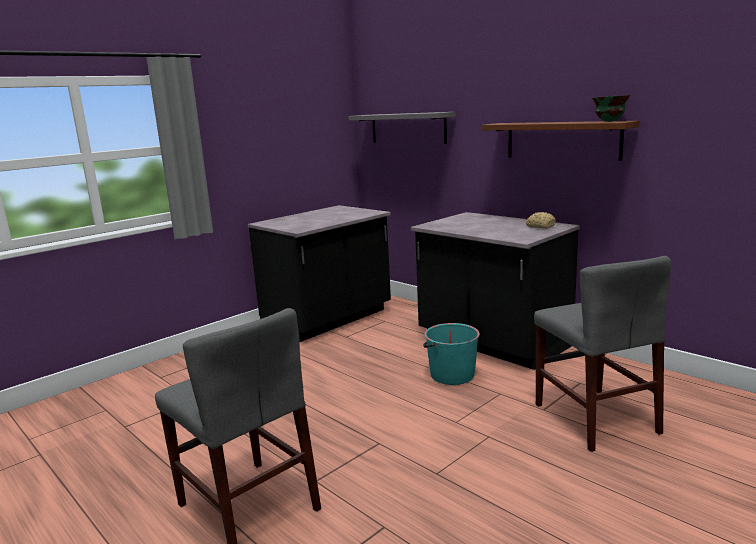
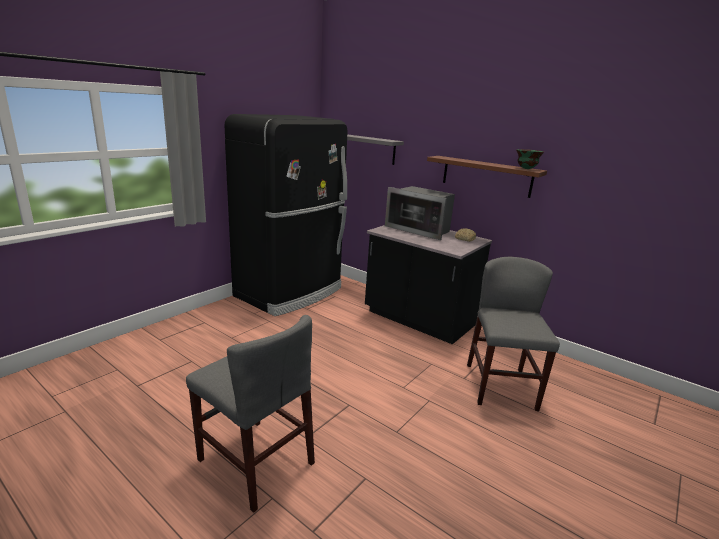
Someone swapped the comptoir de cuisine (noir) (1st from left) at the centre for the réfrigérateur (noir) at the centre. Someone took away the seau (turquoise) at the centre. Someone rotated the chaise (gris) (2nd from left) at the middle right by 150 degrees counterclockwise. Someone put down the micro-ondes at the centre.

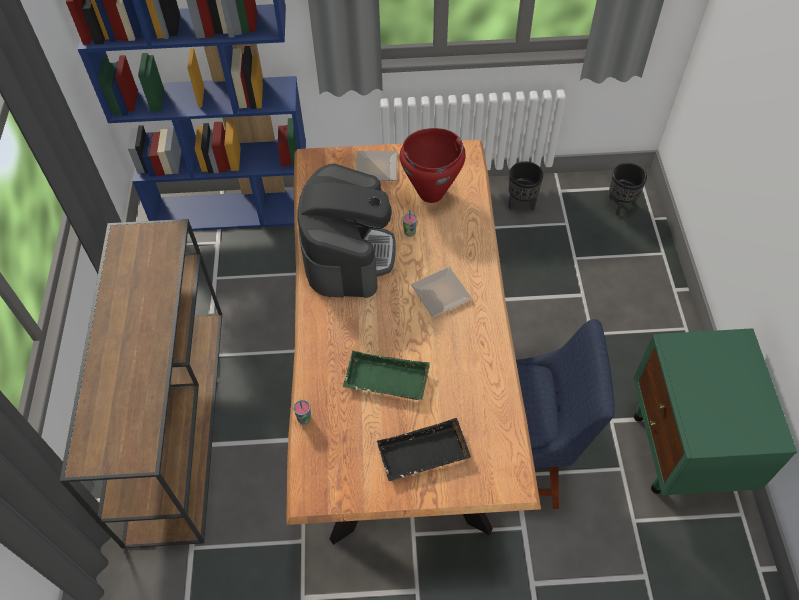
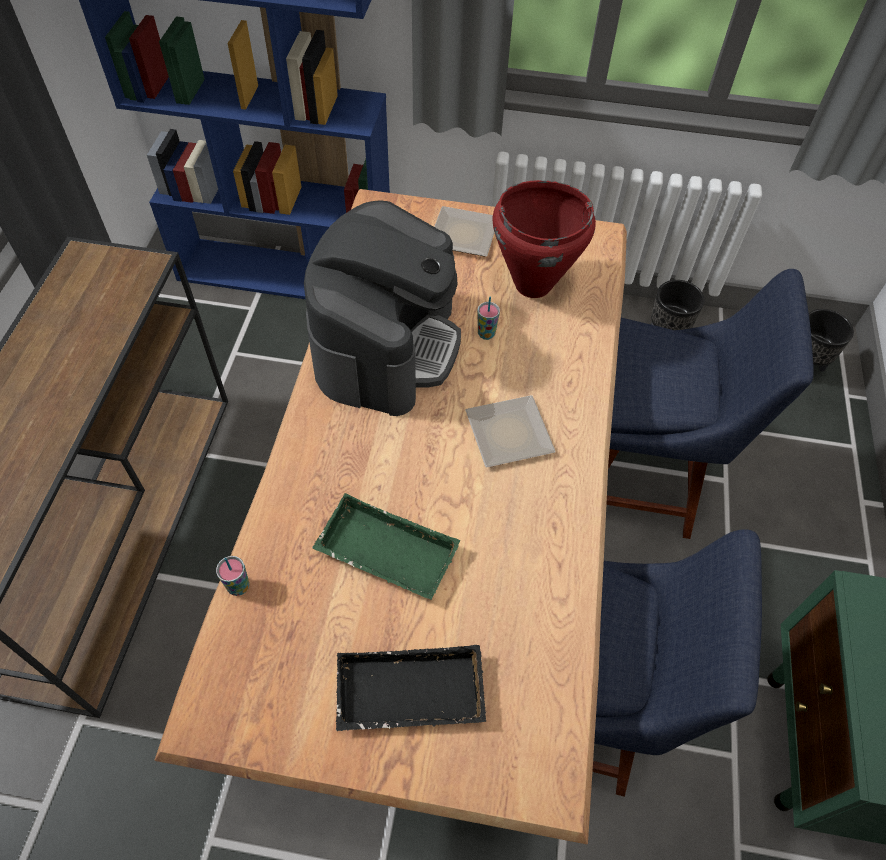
Someone put down the chaise (bleu) (2nd from left) at the middle right.

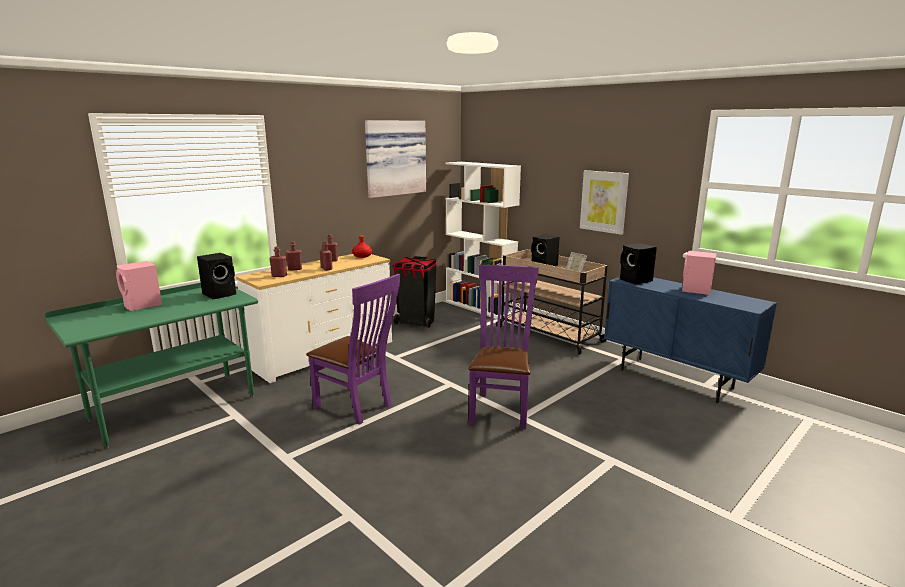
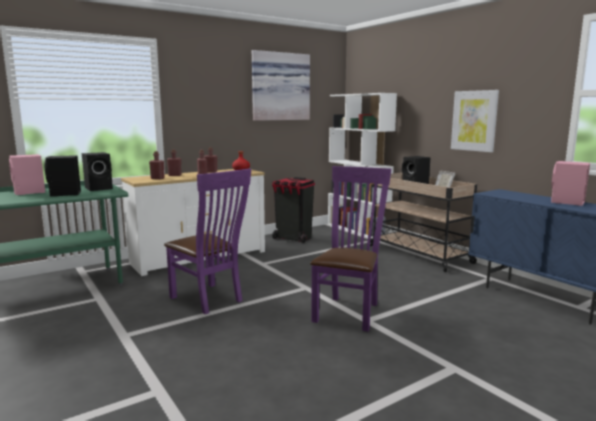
Someone carried the enceinte (noir) (3rd from left in the first image) from the middle right to the middle left.

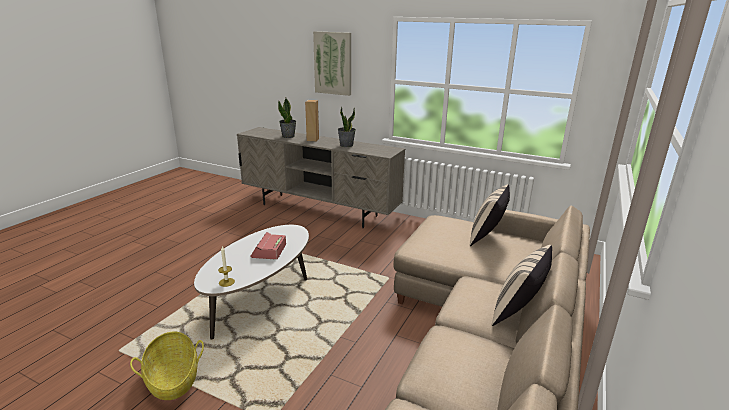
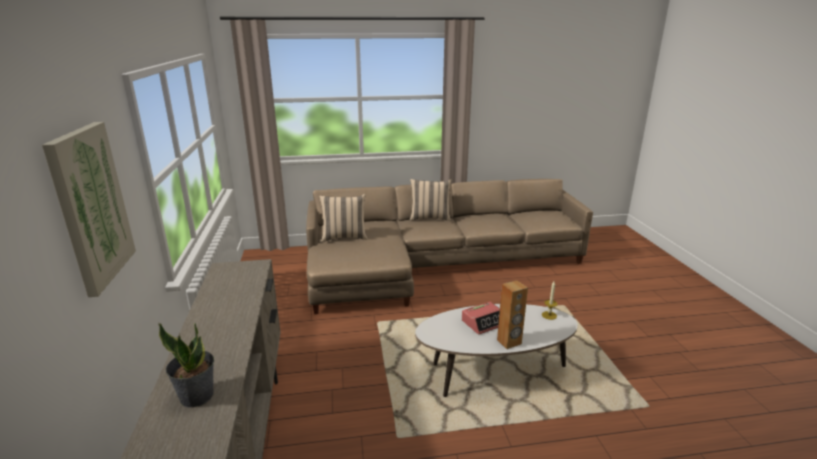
Someone took away the panier at the bottom left. Someone carried the enceinte (marron) from the top centre to the bottom centre. Someone took away the plante en pot (2nd from left) at the top centre.

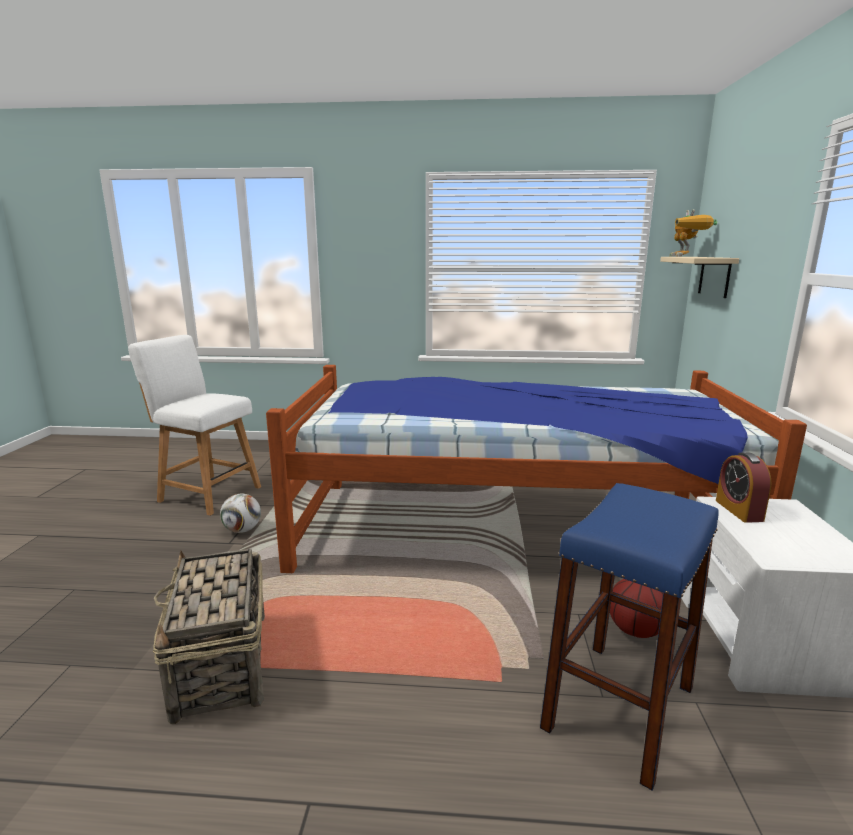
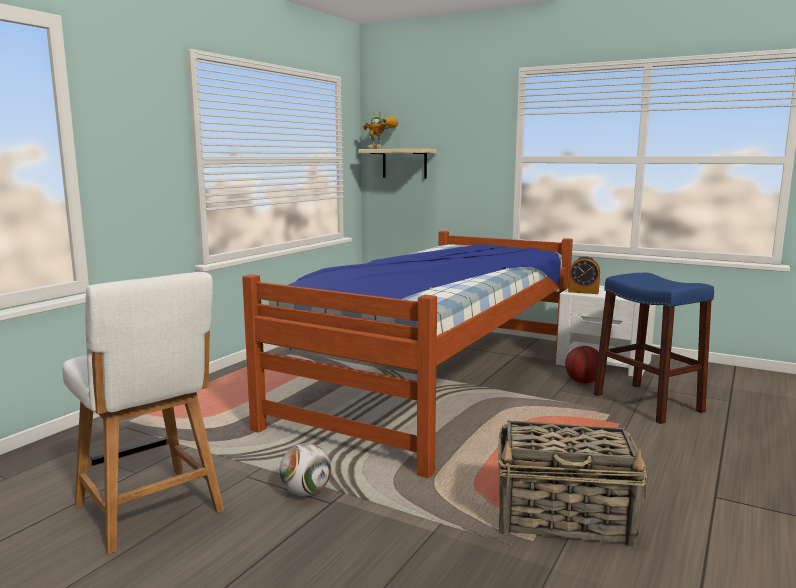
Someone rotated the chaise (blanc) at the middle left by 90 degrees counterclockwise.

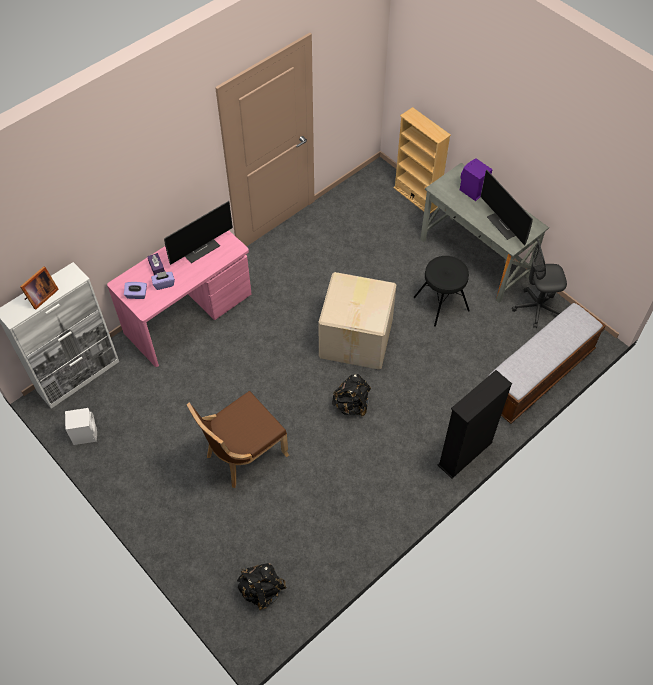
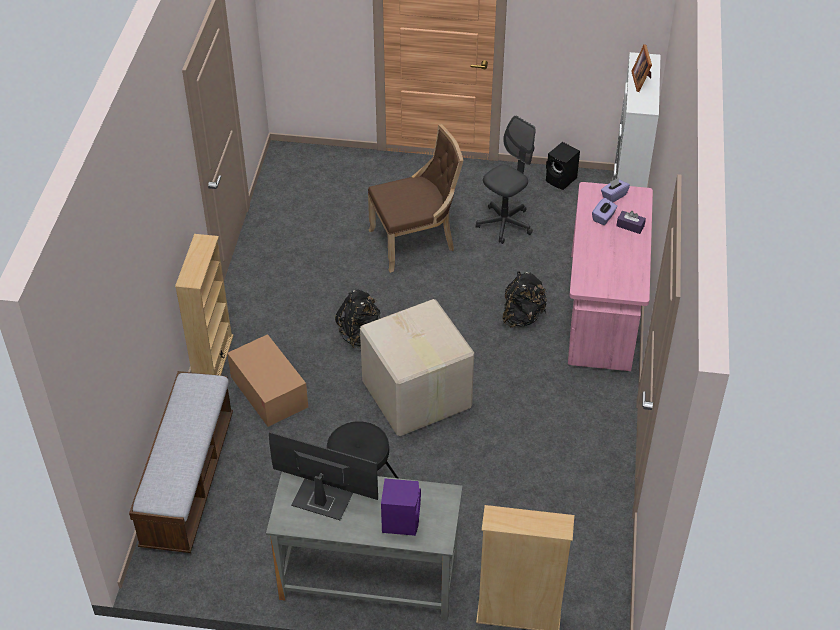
Someone repainted the enceinte (blanc) at the middle left, which became the enceinte (noir) at the top right. Someone took away the écran d'ordinateur (1st from left) at the middle left. Someone rotated the chaise (marron) at the centre by 60 degrees clockwise. Someone carried the sac à dos (noir) (1st from left in the first image) from the bottom centre to the centre. Someone repainted the bibliothèque (noir) at the middle right, which became the bibliothèque (beige) (1st from left) at the middle left. Someone carried the chaise de bureau (gris) from the middle right to the top centre. Someone put down the carton (1st from left) at the middle left.

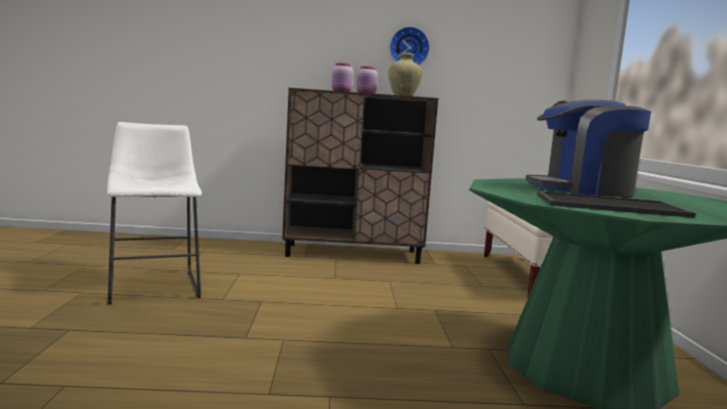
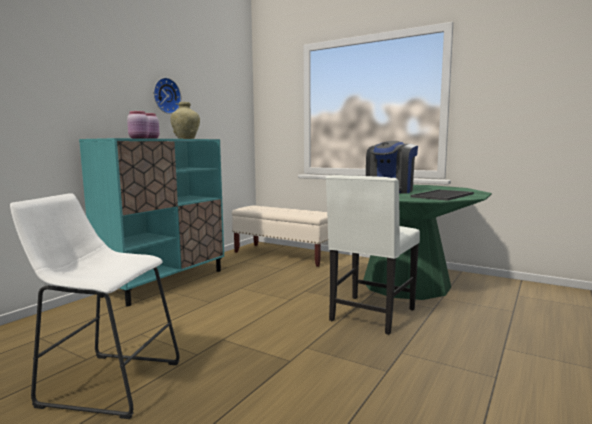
Someone repainted the meuble de rangement (marron) at the centre, which became the meuble de rangement (turquoise) at the middle left. Someone put down the chaise (blanc) at the centre.

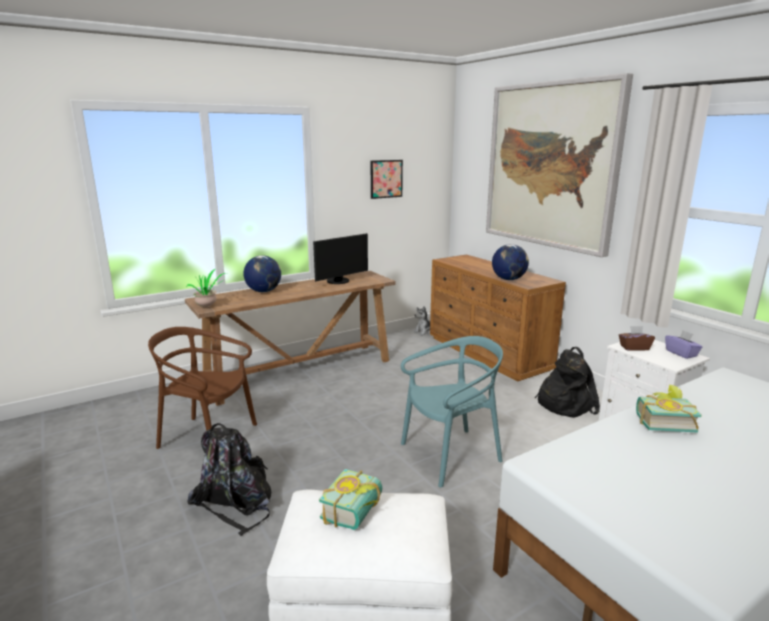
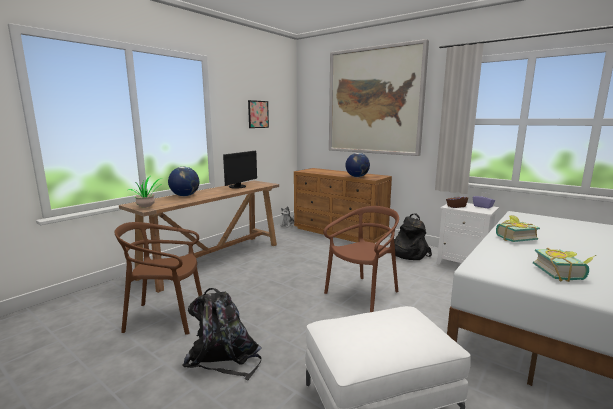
Someone carried the livre (1st from left in the first image) from the bottom centre to the middle right. Someone repainted the chaise (turquoise) at the centre, which became the chaise (marron) (2nd from left) at the centre.

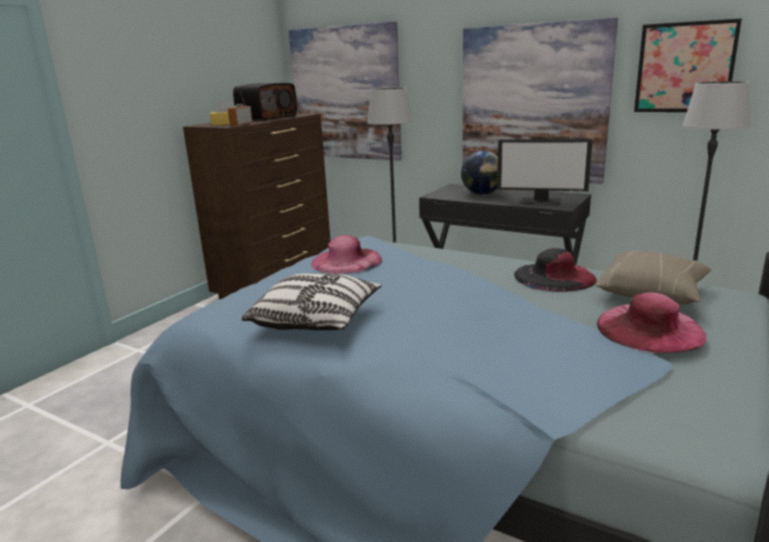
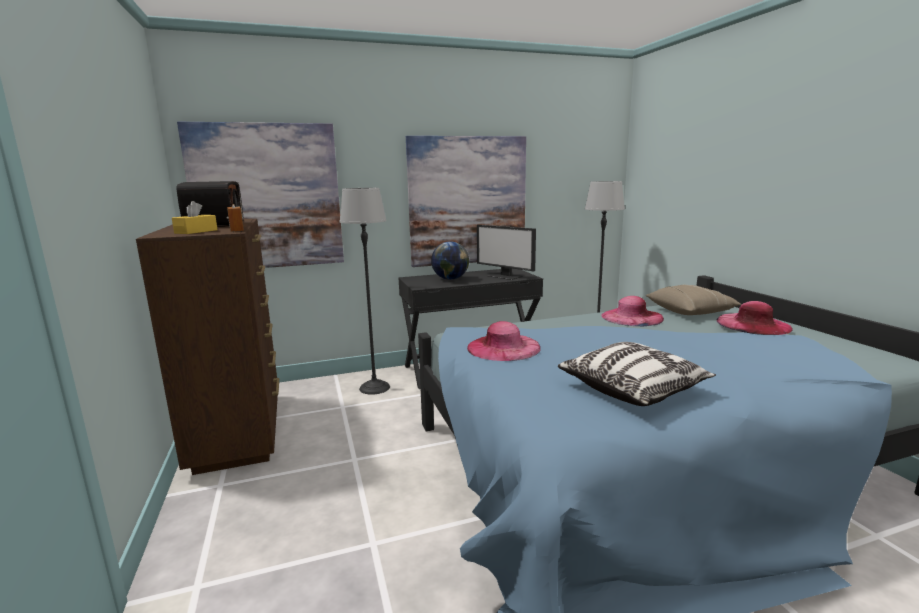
Someone rotated the écran d'ordinateur at the top right by 75 degrees clockwise. Someone repainted the chapeau (noir) at the middle right, which became the chapeau (rose) (2nd from left) at the middle right. Someone took away the tableau (3rd from left) at the top right.

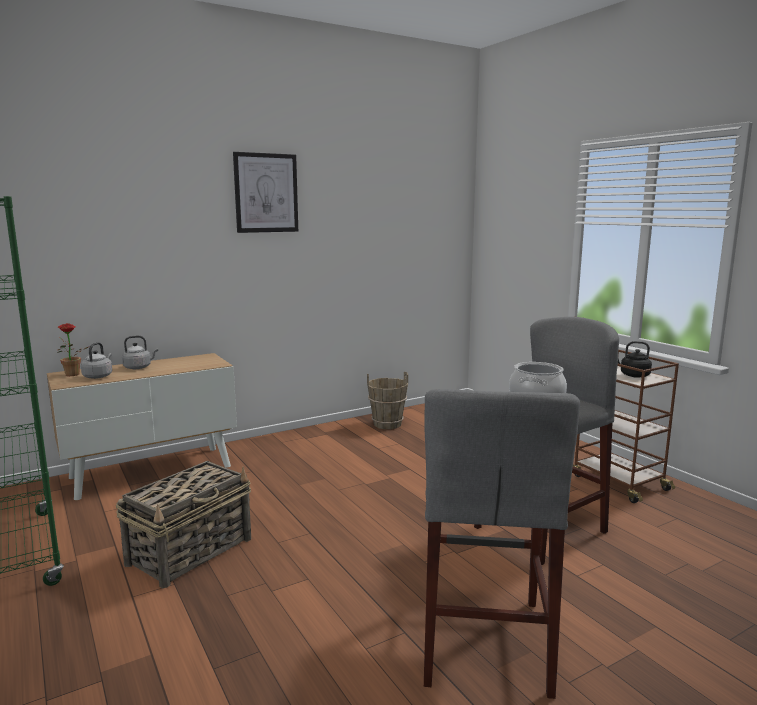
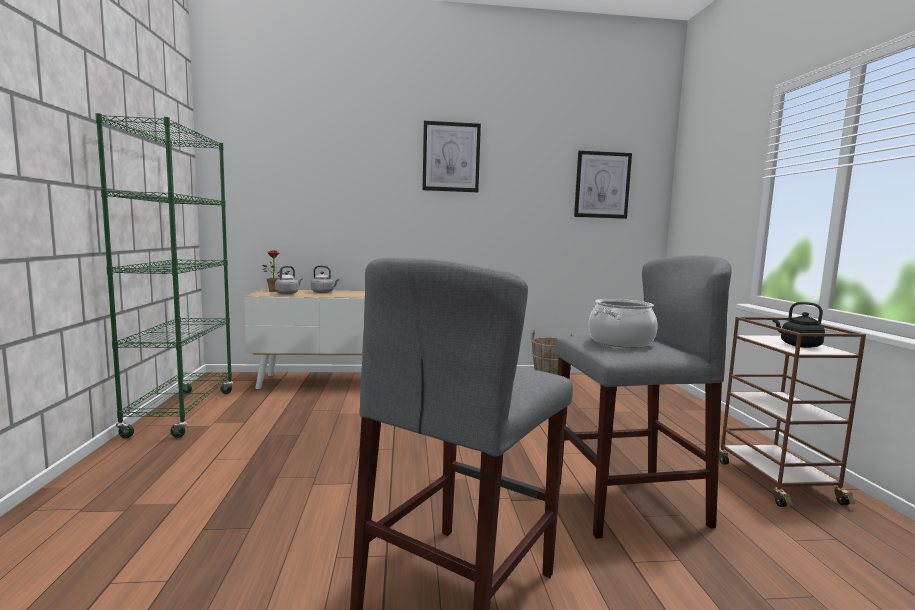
Someone took away the panier at the bottom left. Someone put up the tableau (2nd from left) at the top centre.

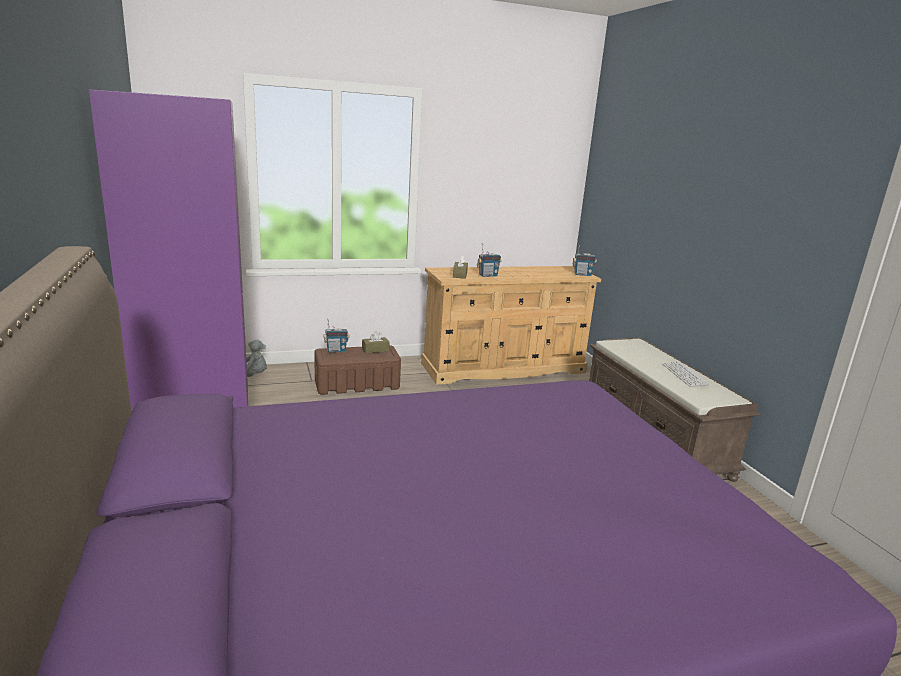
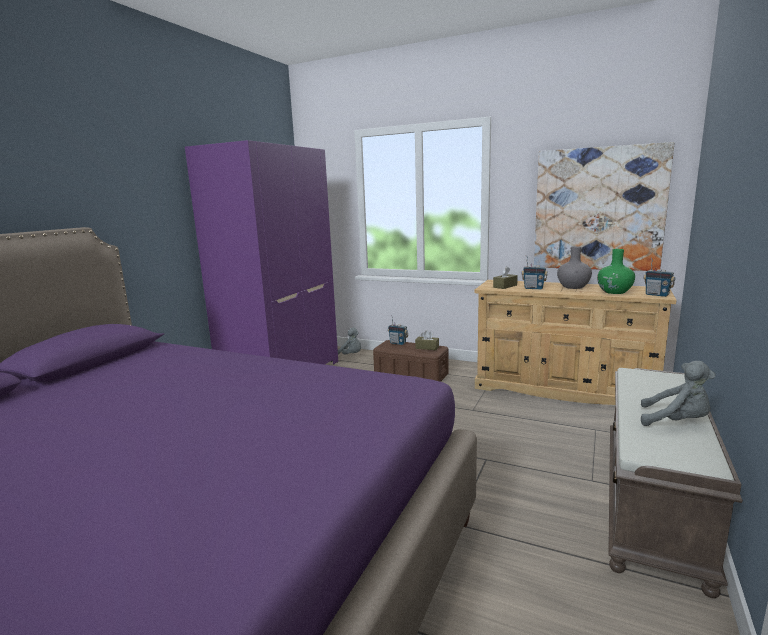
Someone swapped the clavier at the middle right for the peluche (gris) (2nd from left) at the middle right. Someone put up the tableau at the top right. Someone put down the vase (gris) at the middle right. Someone put down the vase (vert) at the middle right.

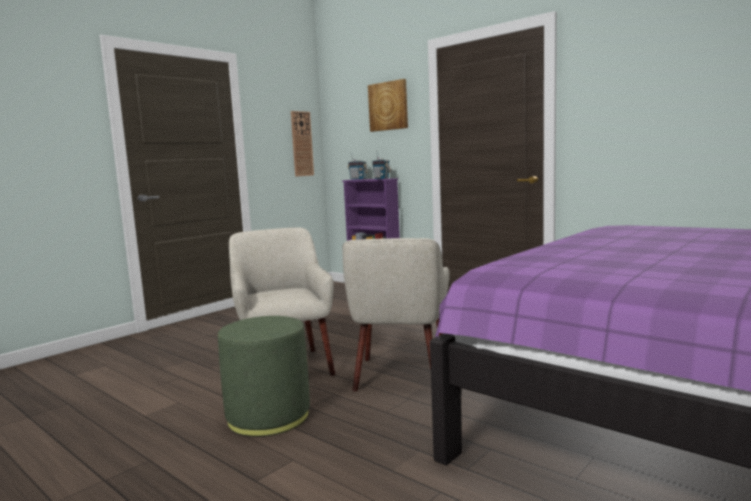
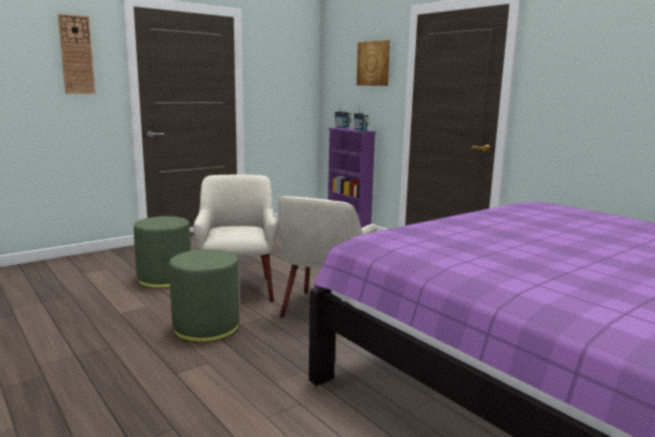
Someone carried the horloge murale from the top centre to the top left. Someone put down the pouf (vert) (1st from left) at the middle left.

